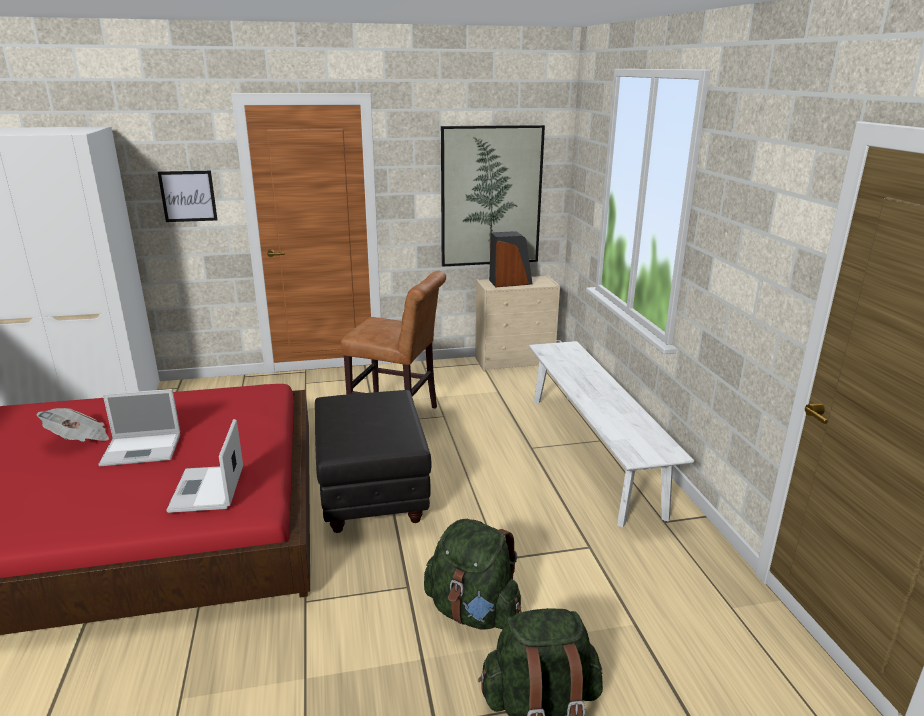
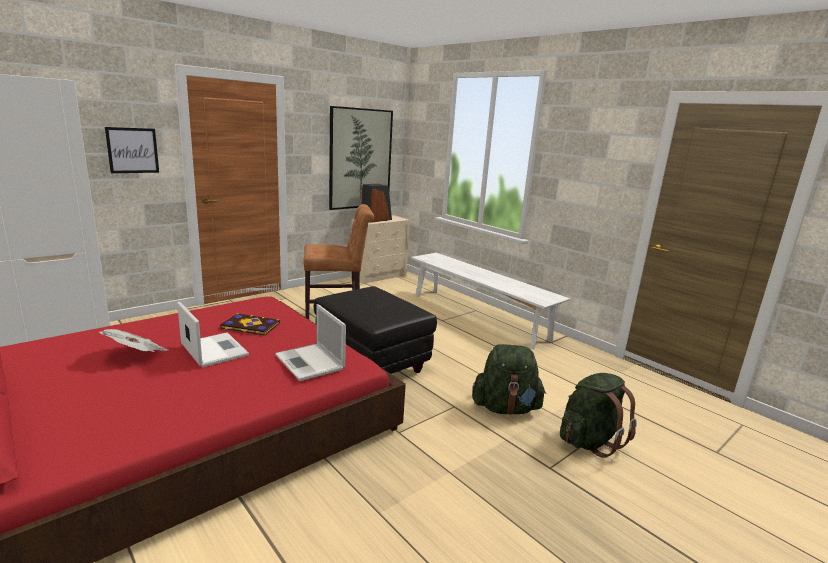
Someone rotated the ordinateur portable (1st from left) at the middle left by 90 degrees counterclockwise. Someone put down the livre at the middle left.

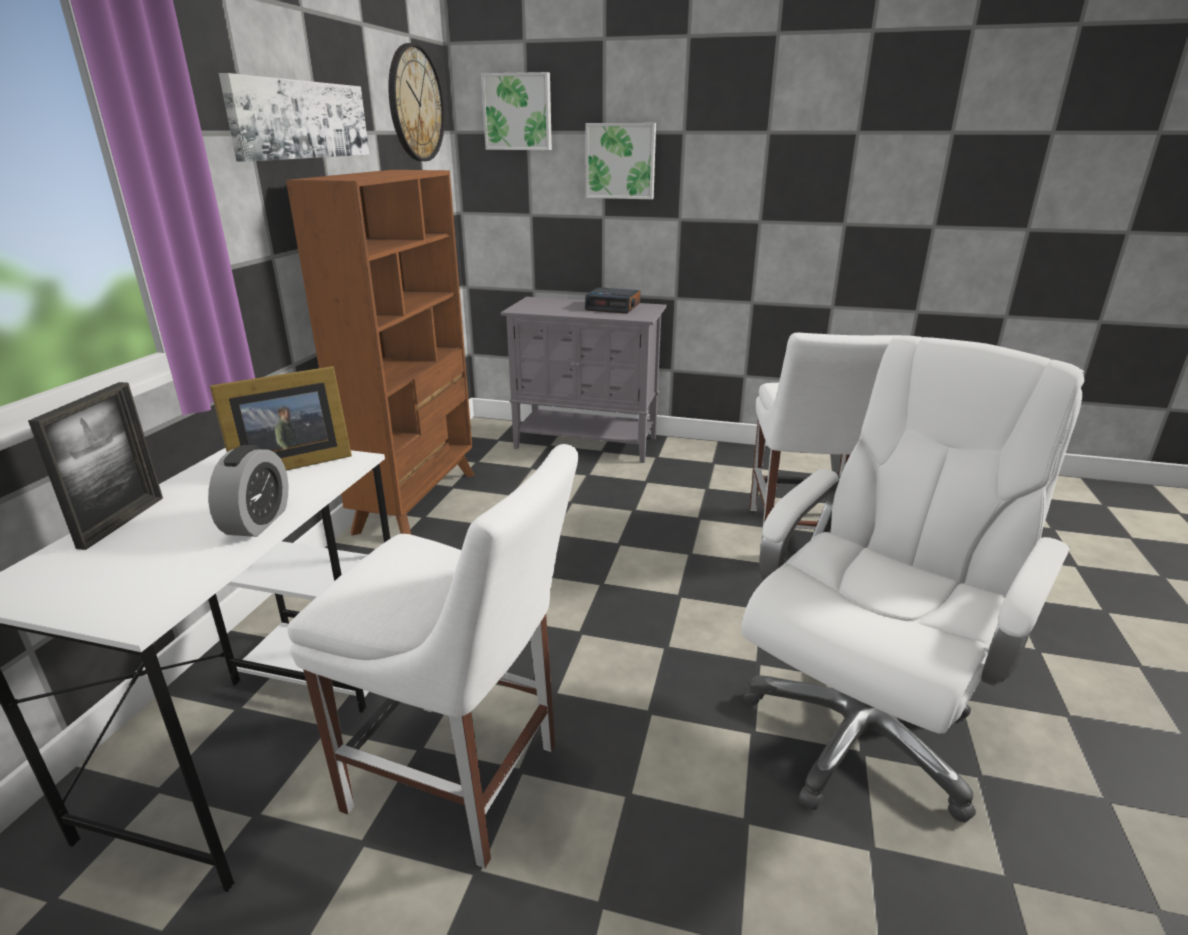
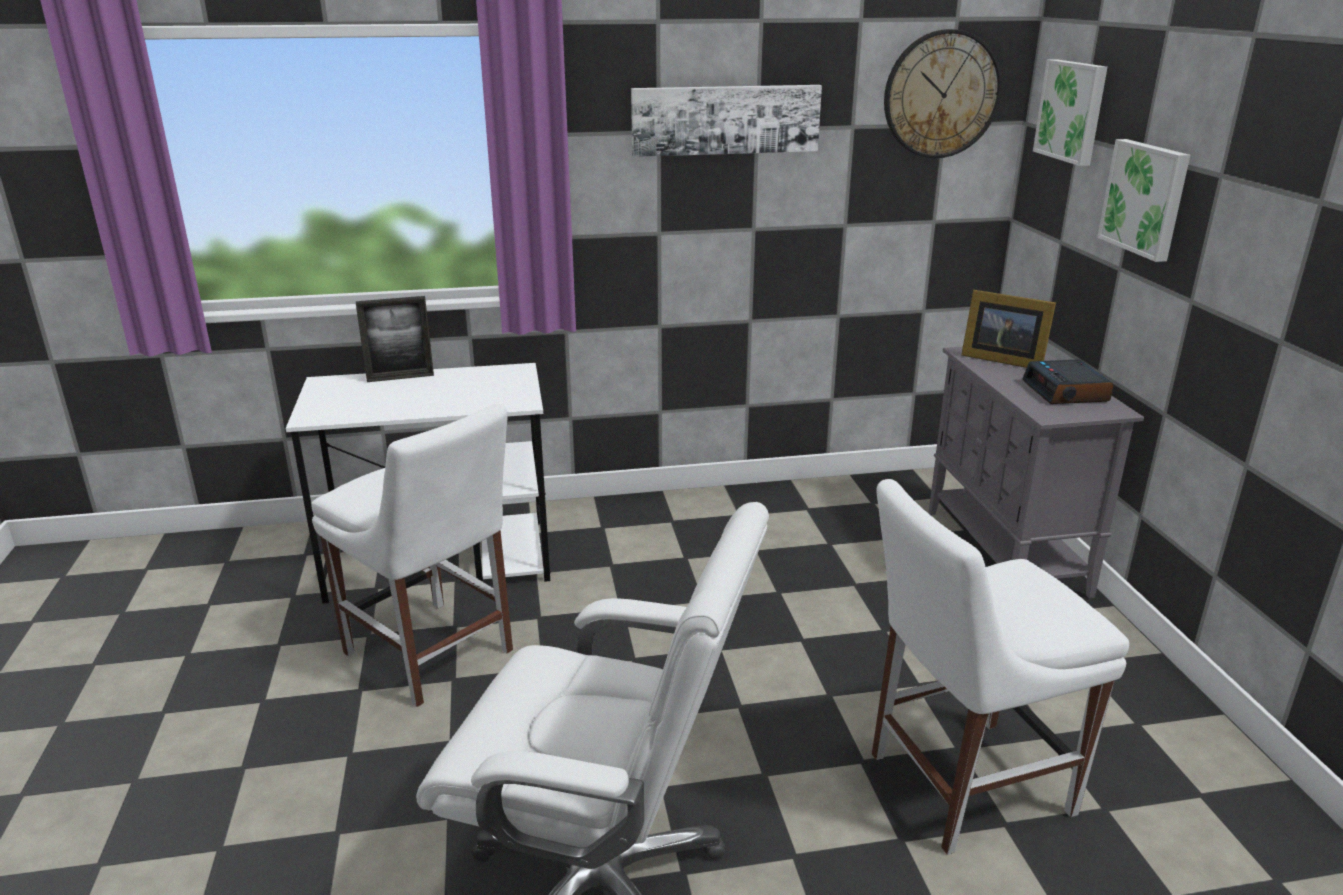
Someone took away the réveil (1st from left) at the middle left. Someone carried the cadre photo (2nd from left) from the middle left to the middle right. Someone took away the bibliothèque (marron) at the middle left. Someone rotated the chaise (blanc) (1st from left) at the bottom centre by 45 degrees counterclockwise.

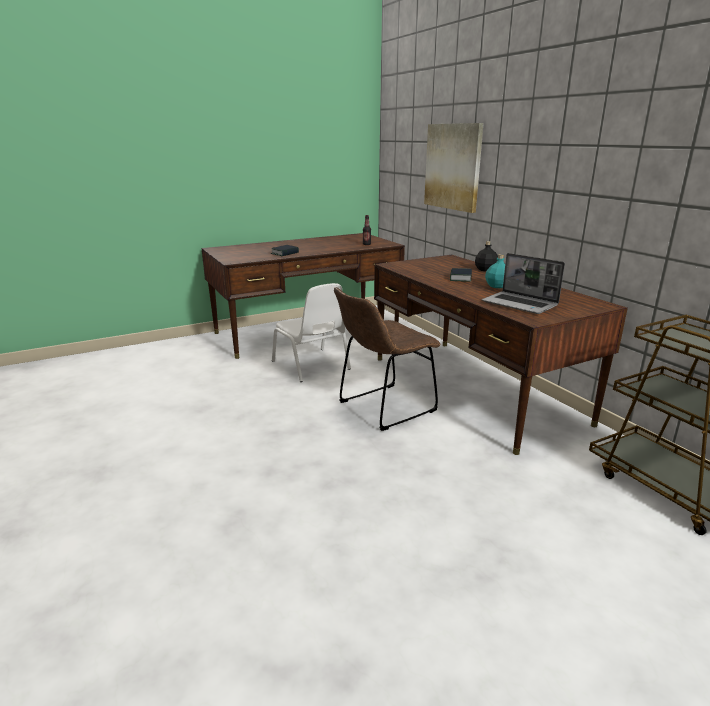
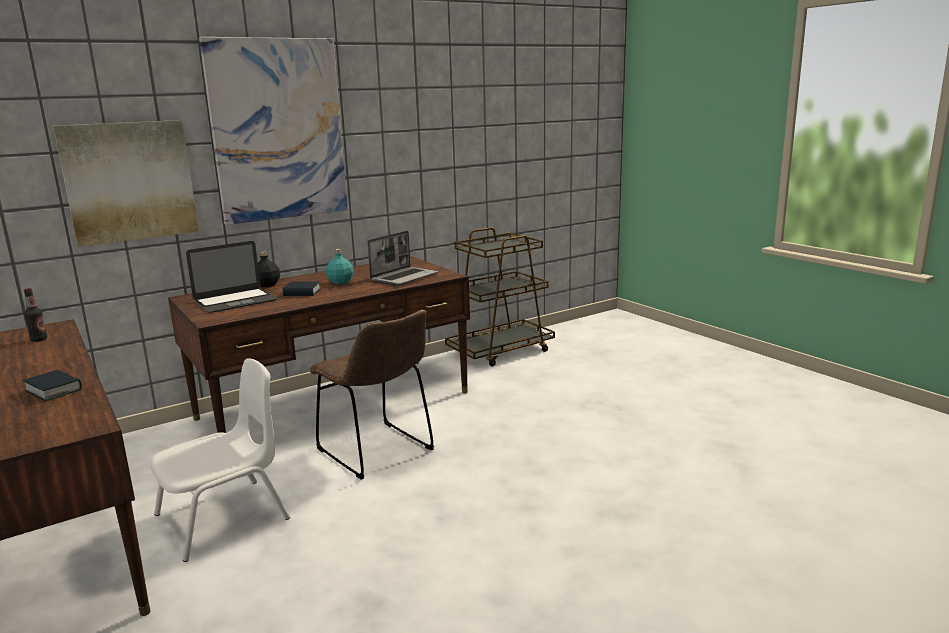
Someone put down the ordinateur portable (1st from left) at the middle left. Someone put up the tableau (2nd from left) at the top left.

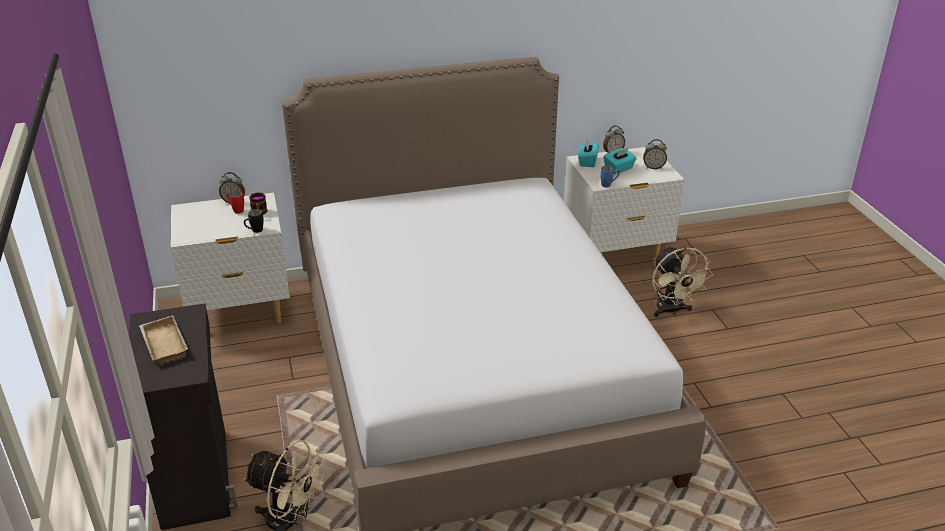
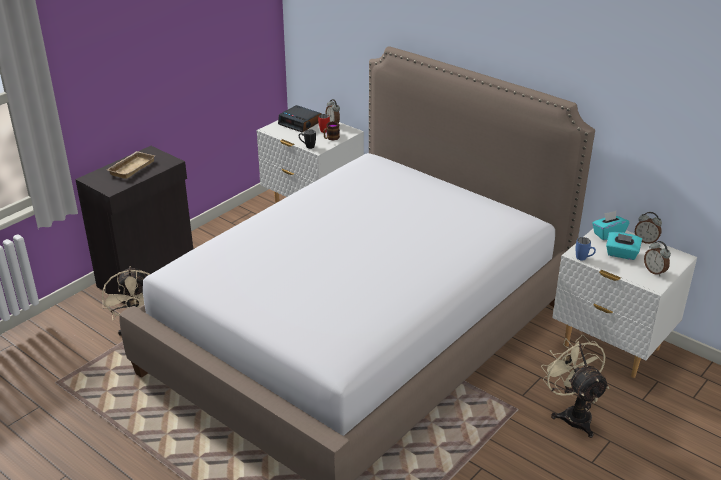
Someone rotated the ventilateur (beige) (2nd from left) at the middle right by 120 degrees clockwise. Someone put down the réveil (1st from left) at the top centre.

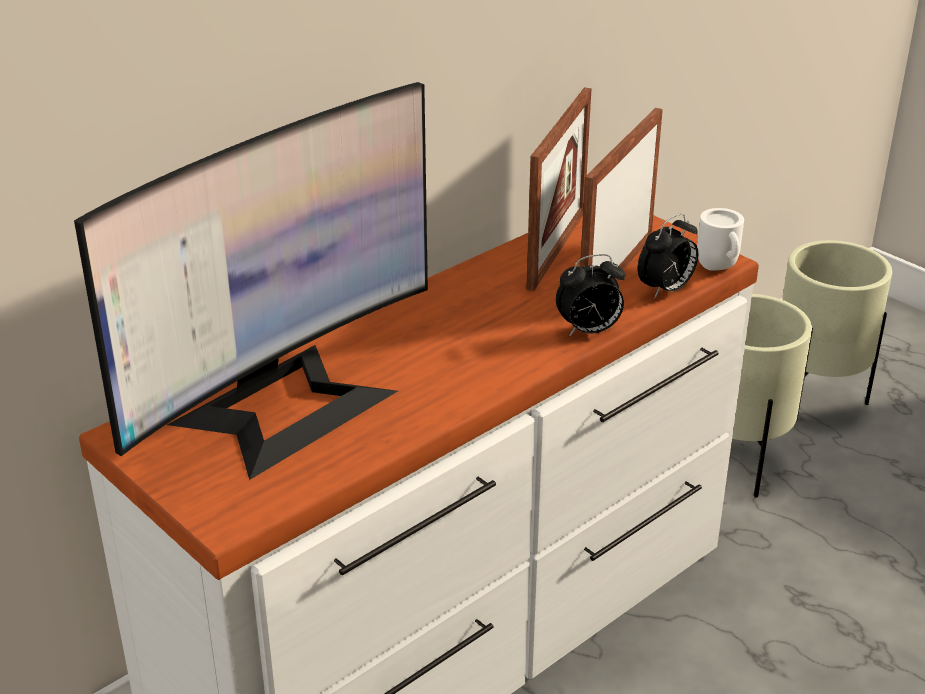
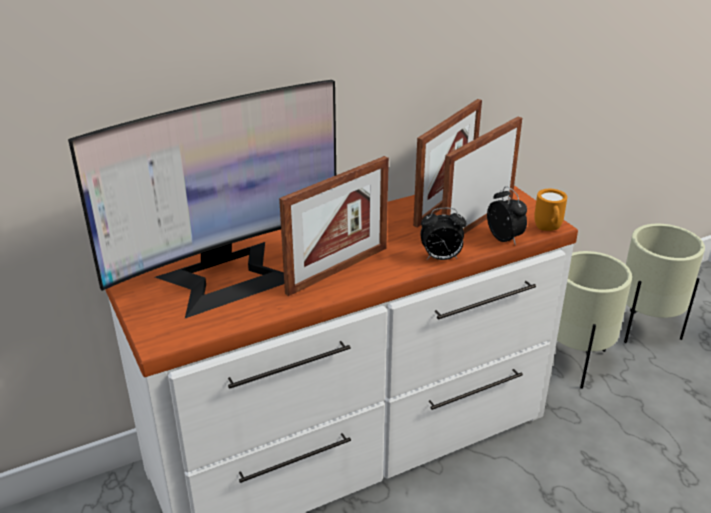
Someone rotated the réveil (2nd from left) at the middle right by 90 degrees counterclockwise. Someone repainted the mug (blanc) at the middle right, which became the mug (orange) at the middle right. Someone put down the cadre photo (1st from left) at the centre.

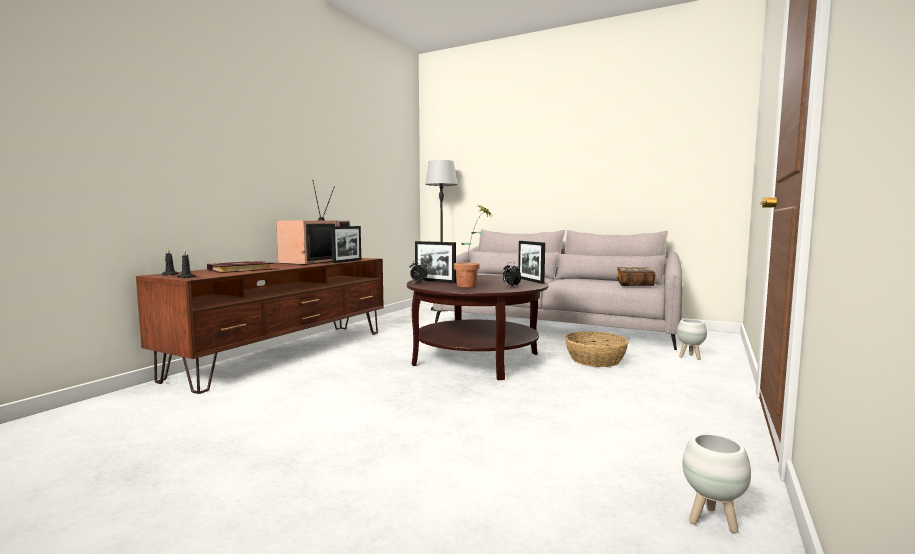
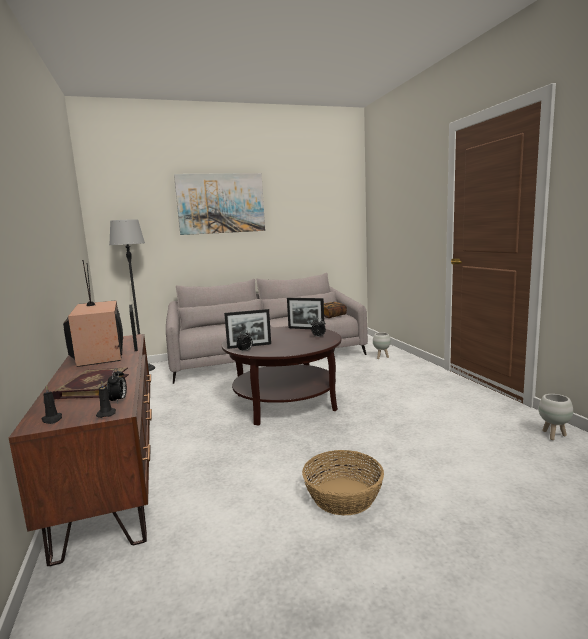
Someone took away the plante en pot at the centre. Someone carried the panier from the centre to the bottom centre. Someone put down the réveil (1st from left) at the middle left. Someone put up the tableau at the top centre.

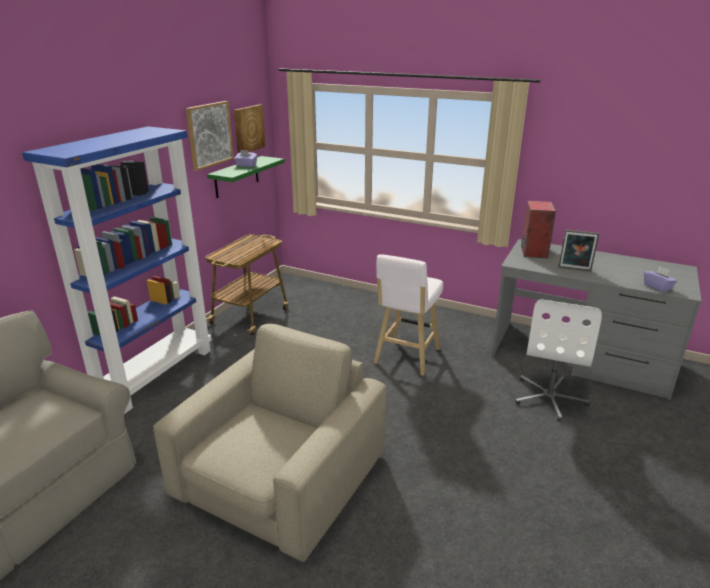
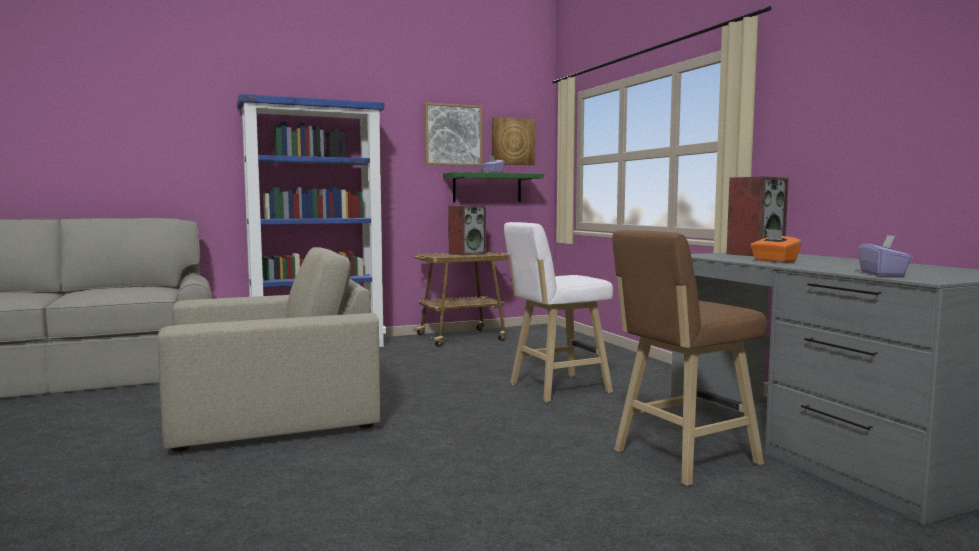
Someone swapped the chaise de bureau (blanc) at the middle right for the tabouret (marron) at the middle right. Someone swapped the cadre photo at the middle right for the boîte à mouchoirs (orange) at the middle right. Someone put down the enceinte (1st from left) at the centre.

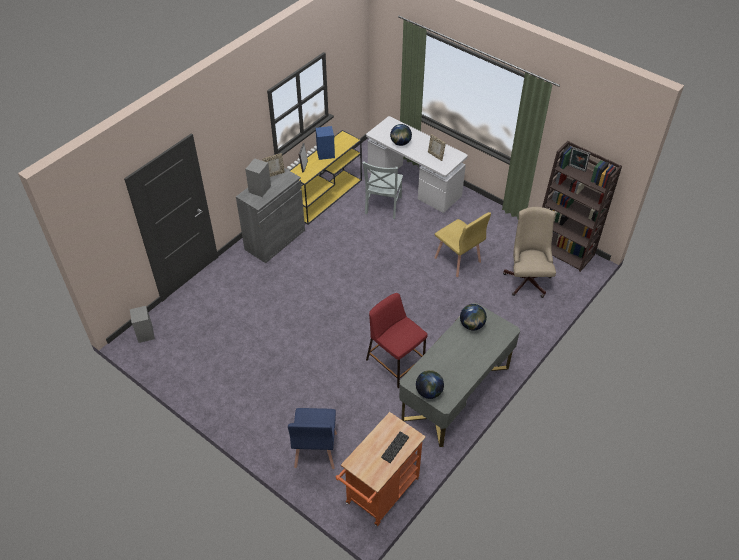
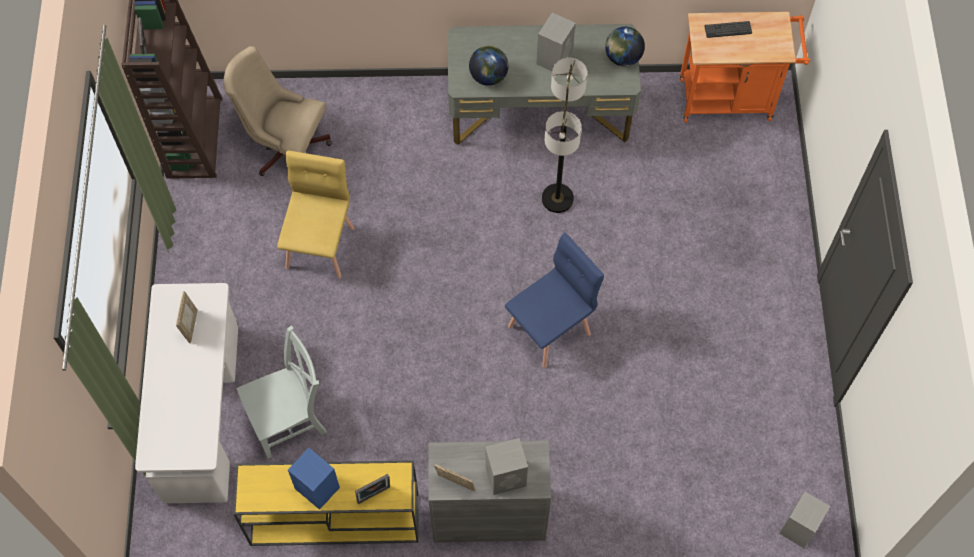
Someone carried the chaise (bleu) from the bottom centre to the centre. Someone swapped the tabouret (rouge) at the centre for the lampadaire at the top centre. Someone took away the globe (1st from left) at the top centre. Someone rotated the chaise de bureau (beige) at the middle right by 60 degrees clockwise. Someone put down the enceinte (gris) (2nd from left) at the top centre.

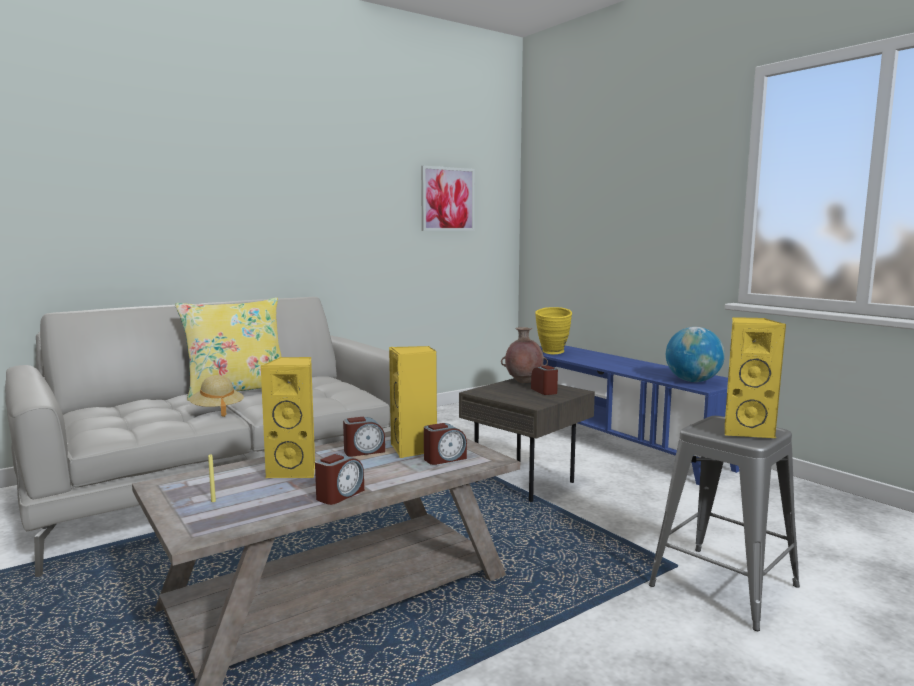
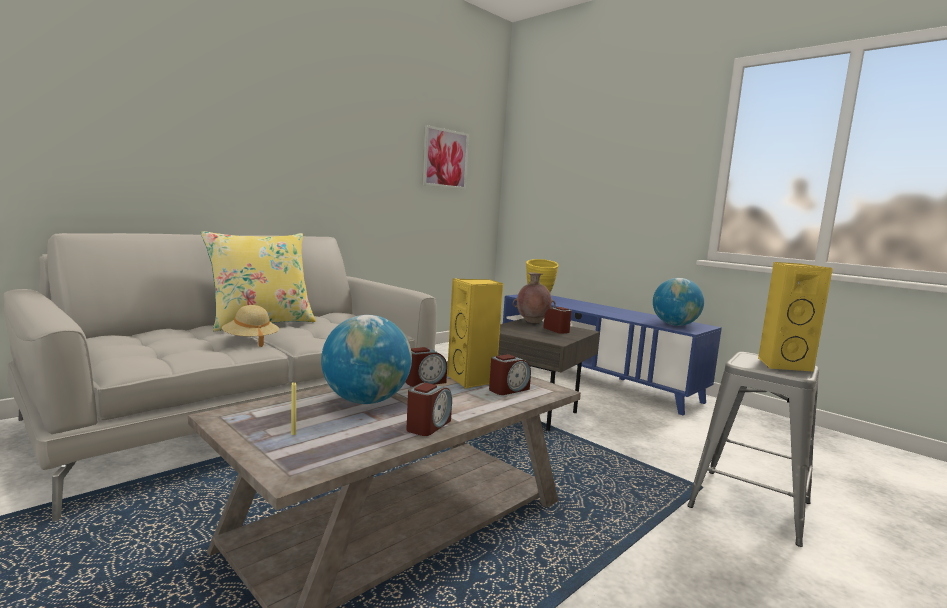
Someone swapped the enceinte (jaune) (1st from left) at the middle left for the globe (1st from left) at the centre.

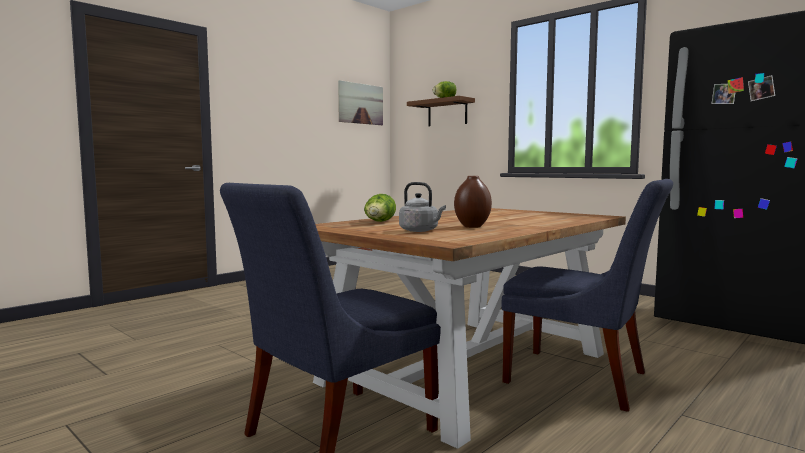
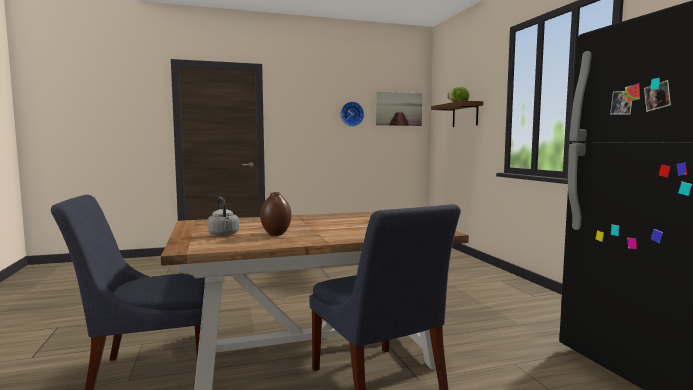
Someone took away the laitue (1st from left) at the centre. Someone put up the horloge murale at the top centre.

